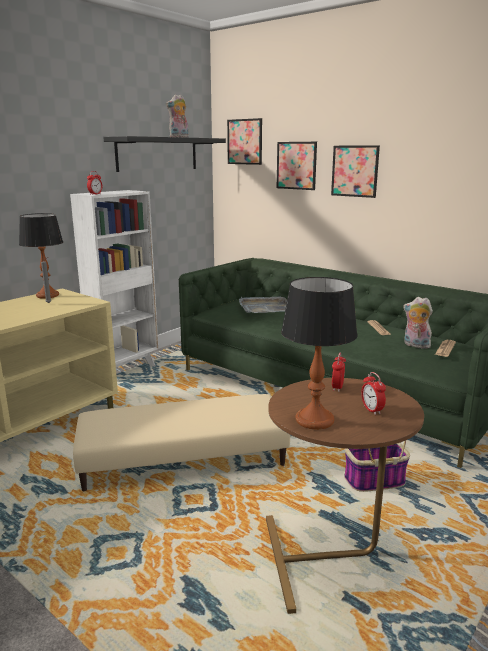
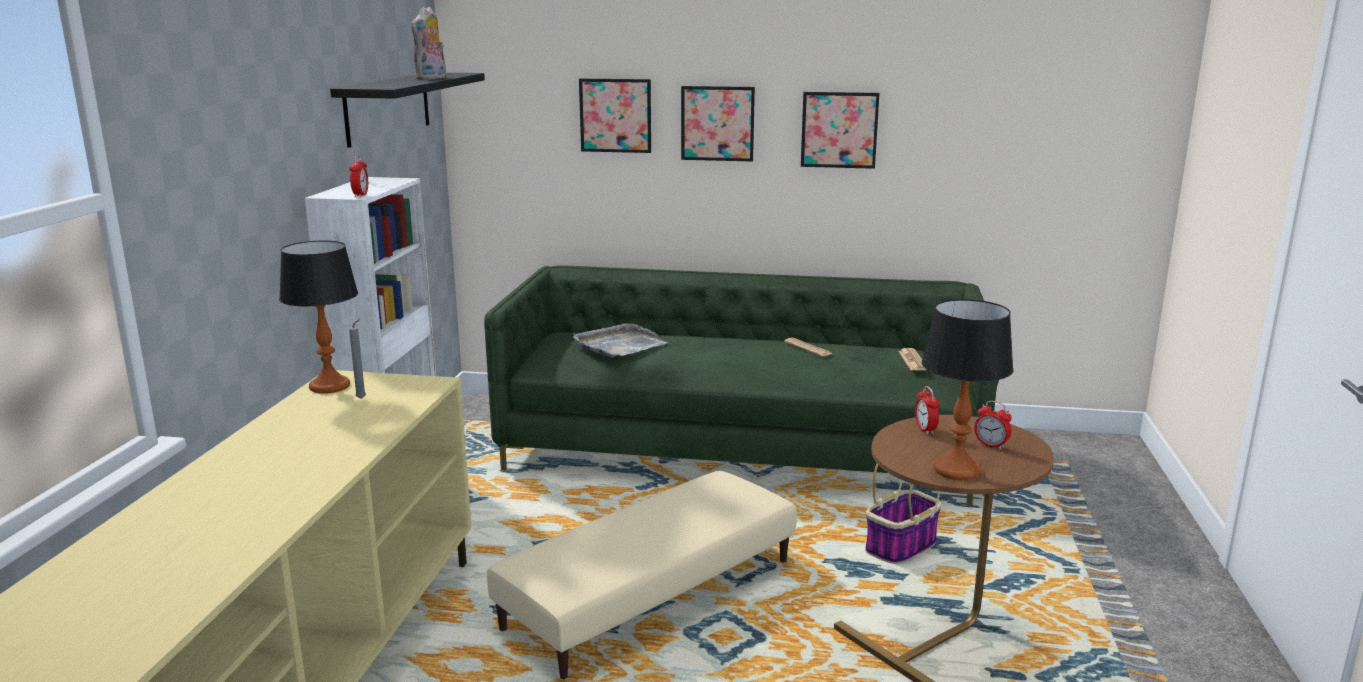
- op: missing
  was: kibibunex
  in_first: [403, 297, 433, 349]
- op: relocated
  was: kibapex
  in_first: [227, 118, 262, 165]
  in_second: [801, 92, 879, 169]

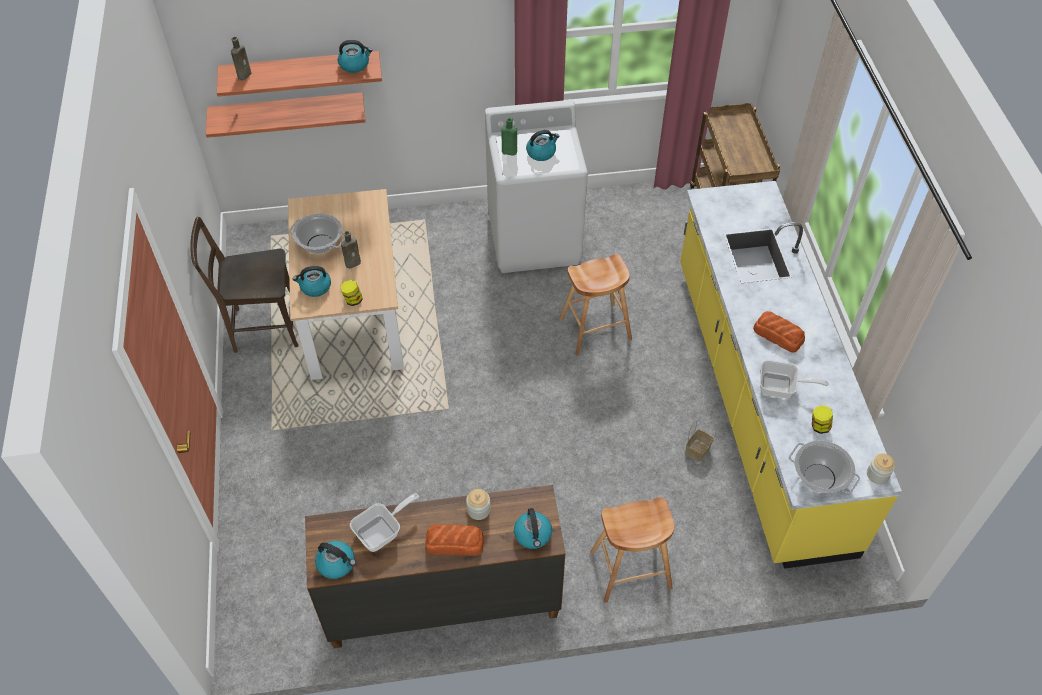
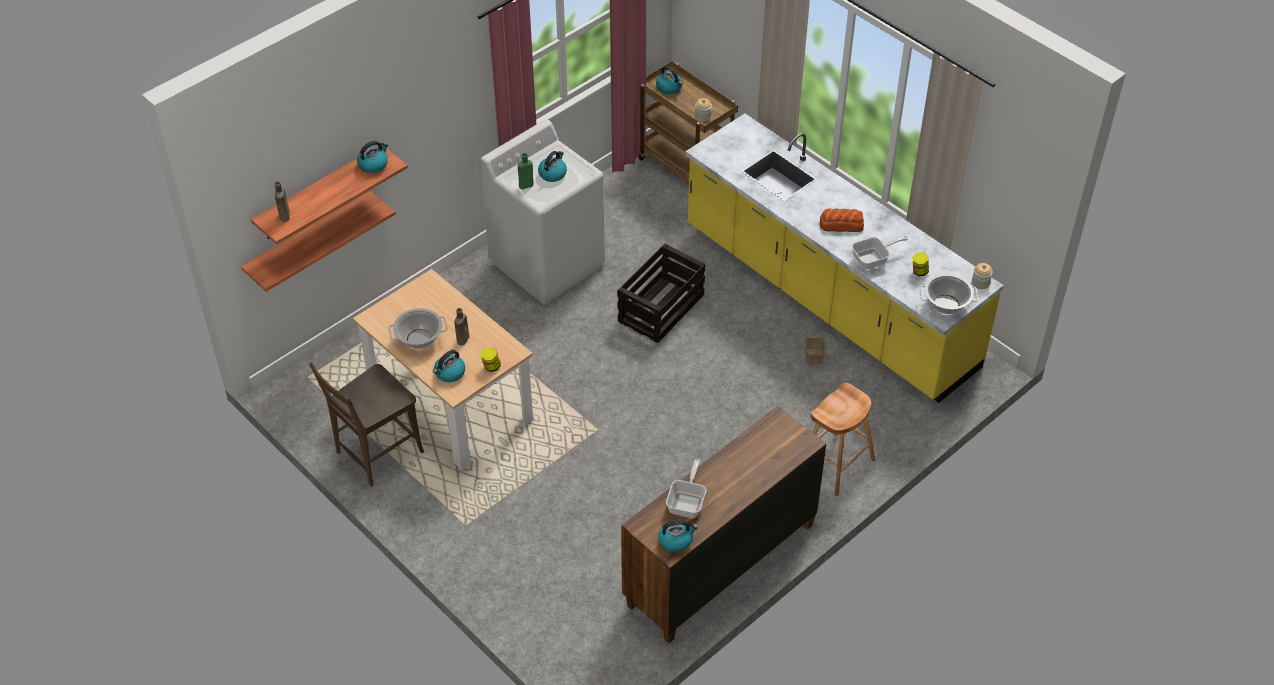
- op: missing
  was: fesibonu
  in_first: [425, 524, 484, 556]
- op: relocated
  was: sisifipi
  in_first: [466, 489, 490, 520]
  in_second: [695, 98, 712, 122]
- op: relocated
  was: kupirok
  in_first: [514, 508, 552, 549]
  in_second: [656, 66, 683, 94]
- op: exchanged
  was: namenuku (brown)
  now: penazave
  in_first: [559, 254, 632, 355]
  in_second: [617, 243, 705, 343]

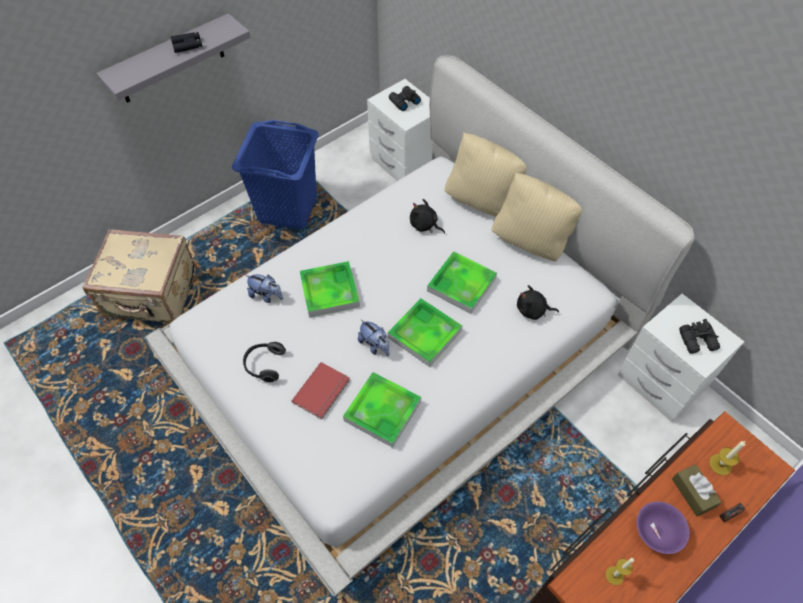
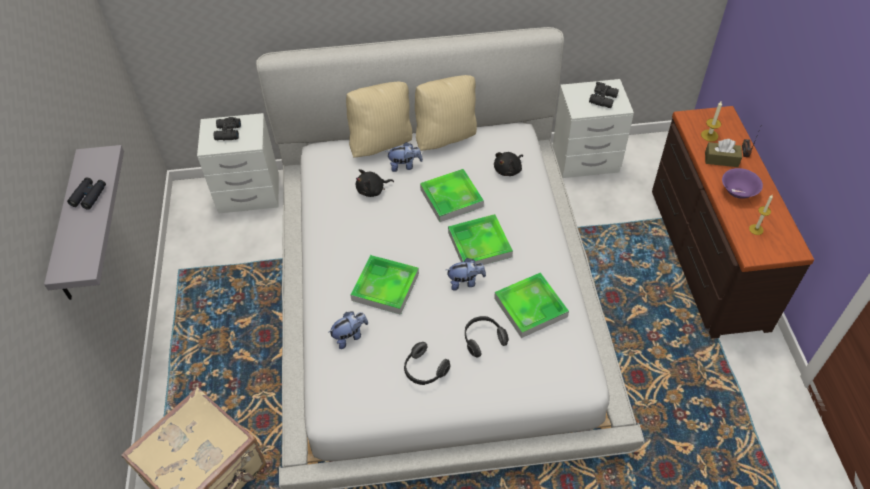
- op: missing
  was: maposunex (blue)
  in_first: [232, 120, 319, 229]
- op: appeared
  now: kibibunex
  in_second: [386, 142, 423, 172]
- op: exchanged
  was: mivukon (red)
  now: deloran
  in_first: [292, 362, 350, 420]
  in_second: [465, 316, 509, 358]

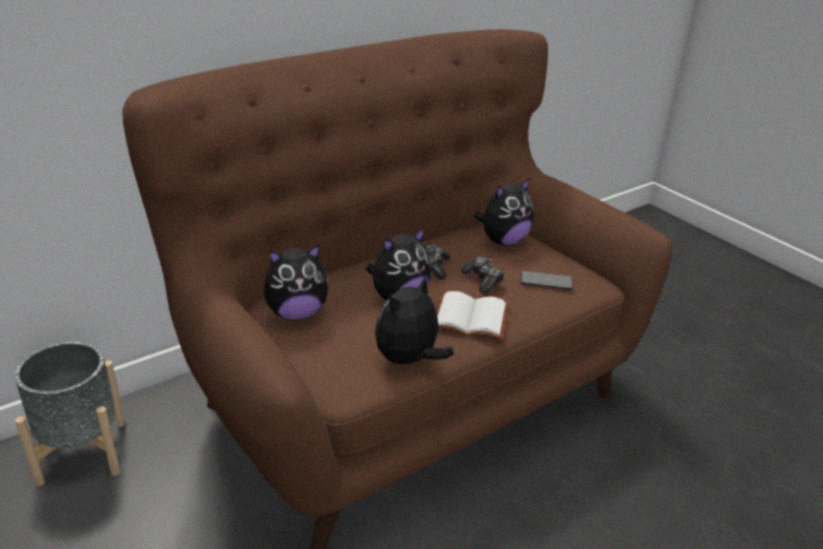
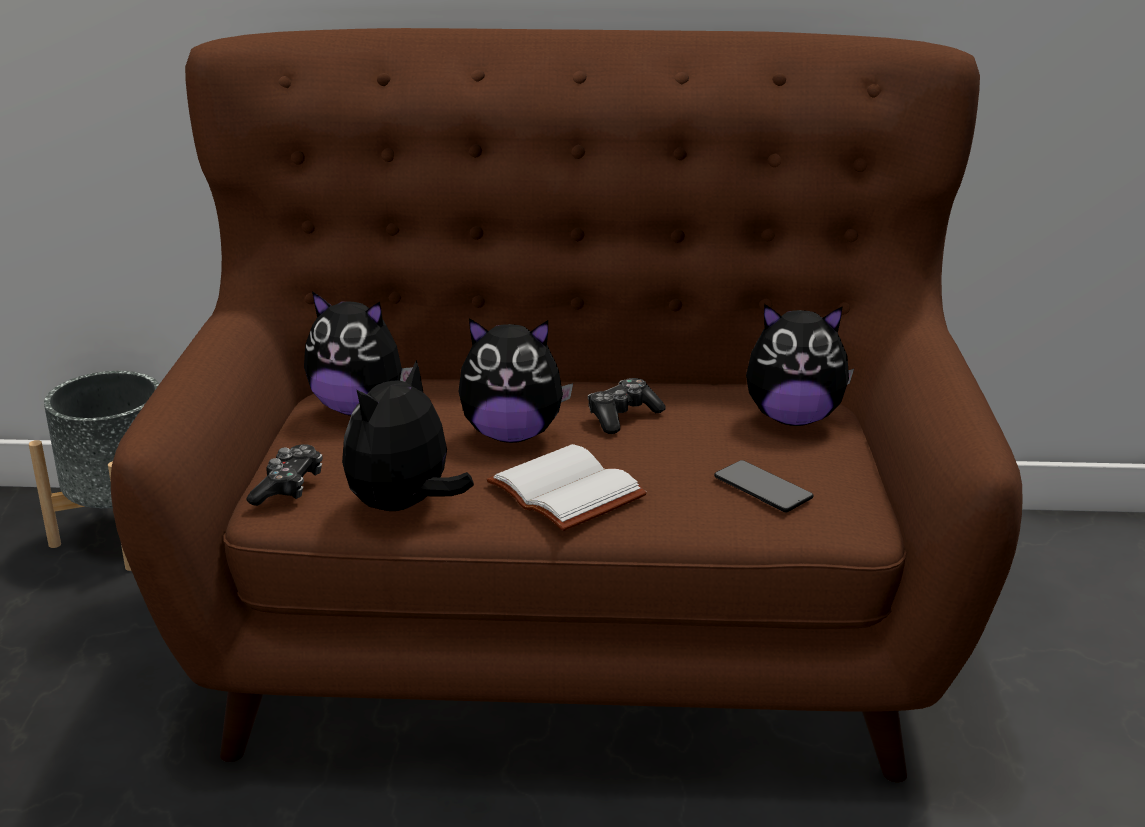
- op: relocated
  was: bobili
  in_first: [461, 256, 504, 293]
  in_second: [246, 444, 322, 506]
- op: spun
  was: kibibunex
  in_first: [375, 275, 454, 366]
  in_second: [342, 360, 474, 511]
  clockwise: -45

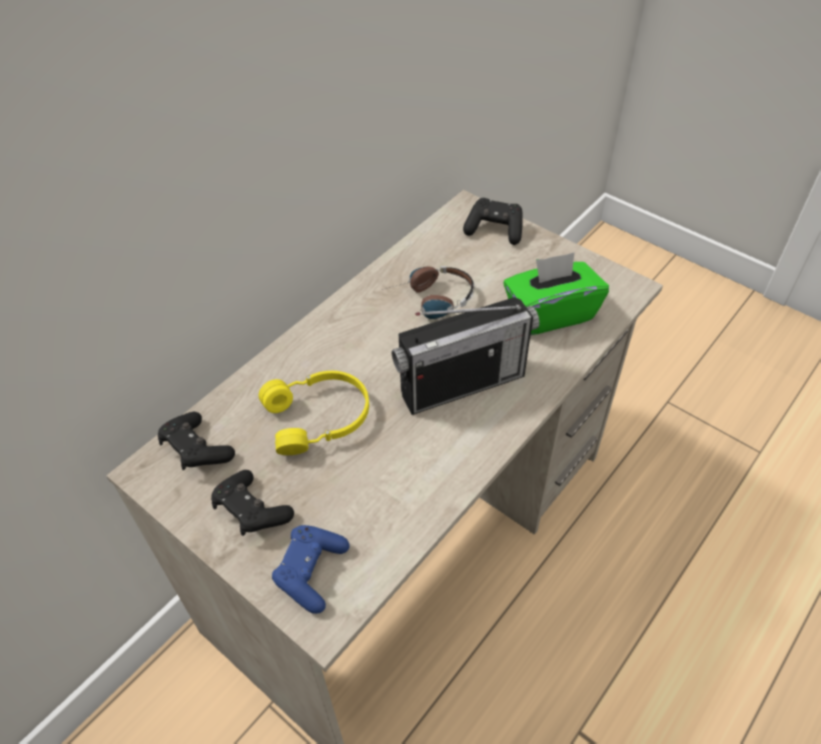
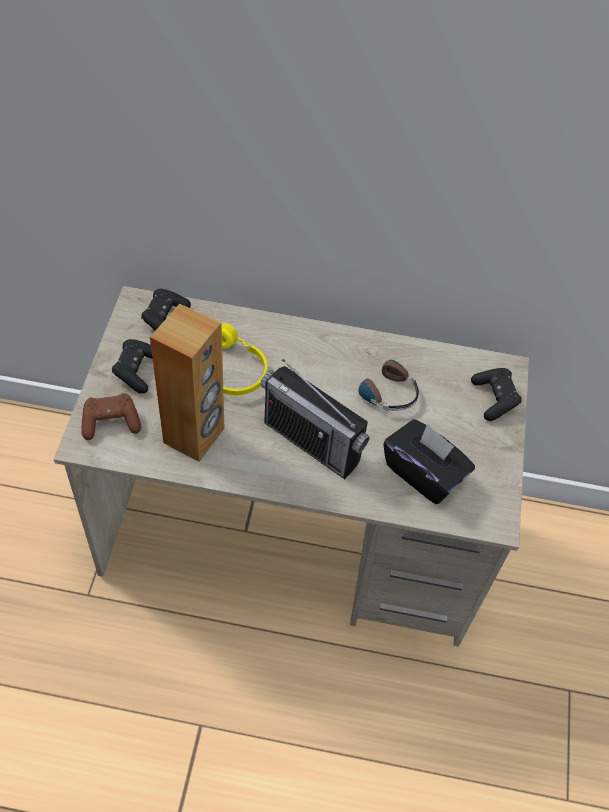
- op: appeared
  now: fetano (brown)
  in_second: [150, 304, 225, 462]
- op: colour
  was: bobili (blue)
  now: bobili (brown)
  in_first: [272, 525, 350, 614]
  in_second: [82, 393, 141, 440]
- op: colour
  was: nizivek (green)
  now: nizivek (black)
  in_first: [503, 252, 609, 335]
  in_second: [383, 419, 475, 504]

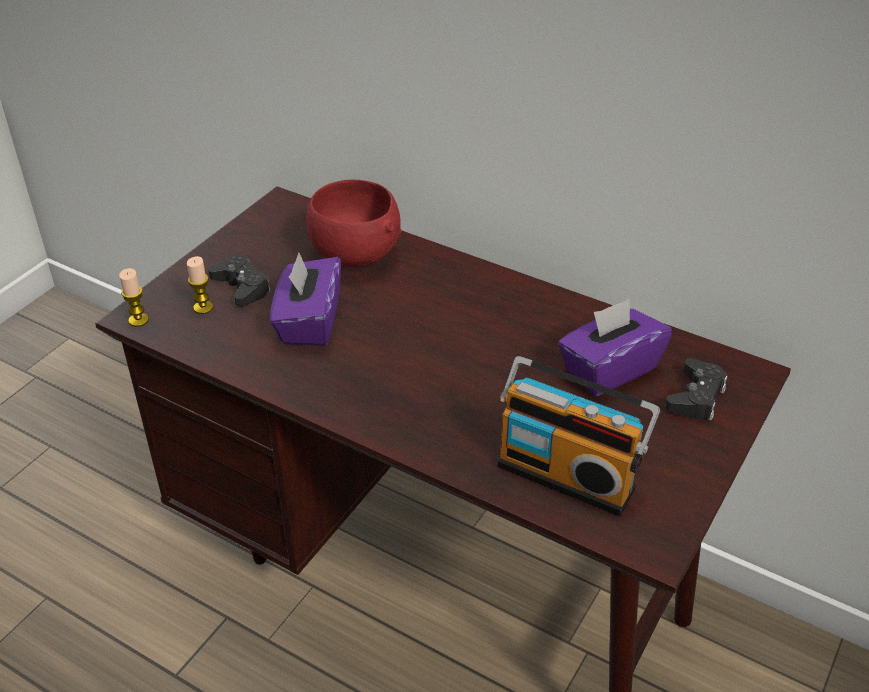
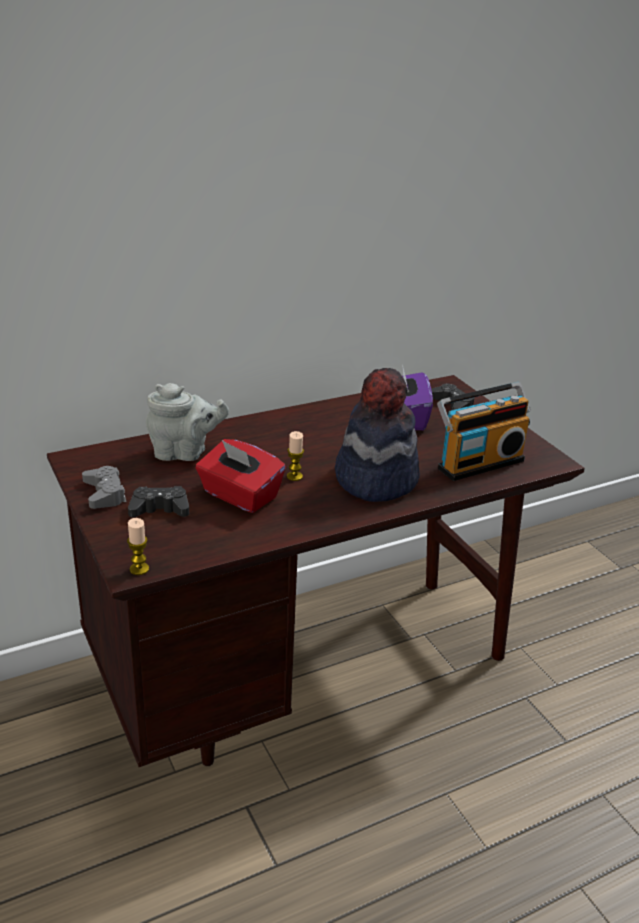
- op: appeared
  now: bobili (grey)
  in_second: [82, 466, 127, 509]
- op: appeared
  now: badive
  in_second: [335, 368, 420, 502]
- op: relocated
  was: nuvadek
  in_first: [187, 256, 213, 314]
  in_second: [287, 431, 304, 481]
- op: exchanged
  was: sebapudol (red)
  now: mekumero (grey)
  in_first: [306, 179, 402, 267]
  in_second: [146, 383, 229, 461]
- op: colour
  was: nizivek (purple)
  now: nizivek (red)
  in_first: [270, 252, 341, 346]
  in_second: [196, 439, 286, 513]

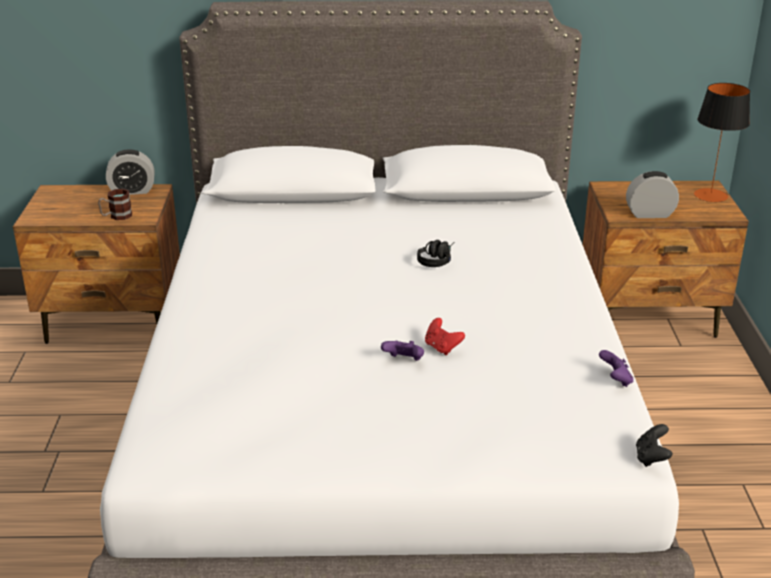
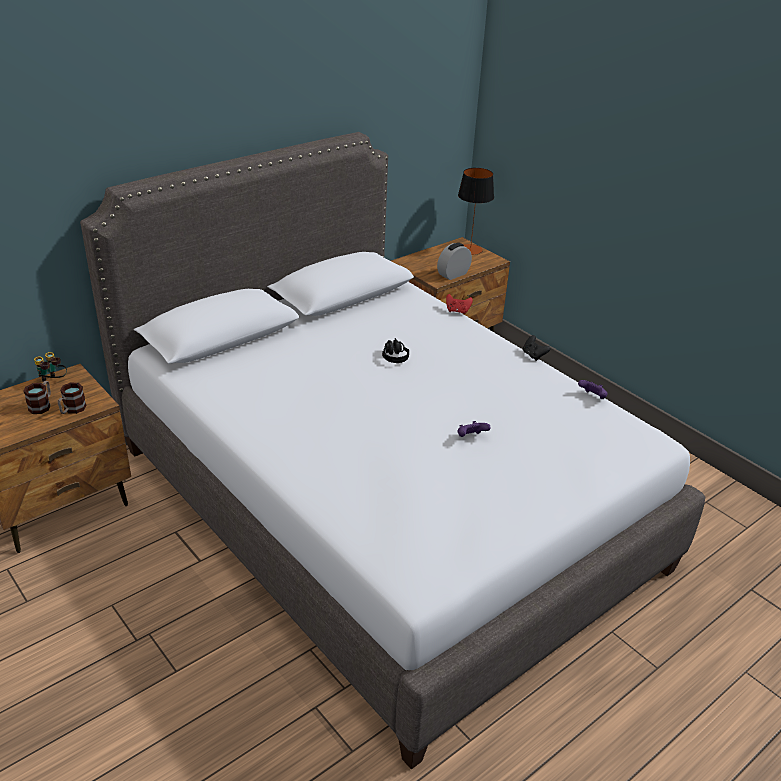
- op: appeared
  now: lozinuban
  in_second: [23, 381, 51, 414]
- op: relocated
  was: bobili (red)
  in_first: [425, 318, 465, 355]
  in_second: [446, 294, 473, 314]
- op: relocated
  was: bobili (black)
  in_first: [636, 424, 672, 467]
  in_second: [523, 335, 551, 361]
- op: exchanged
  was: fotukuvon
  now: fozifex
  in_first: [106, 150, 155, 195]
  in_second: [34, 352, 67, 382]

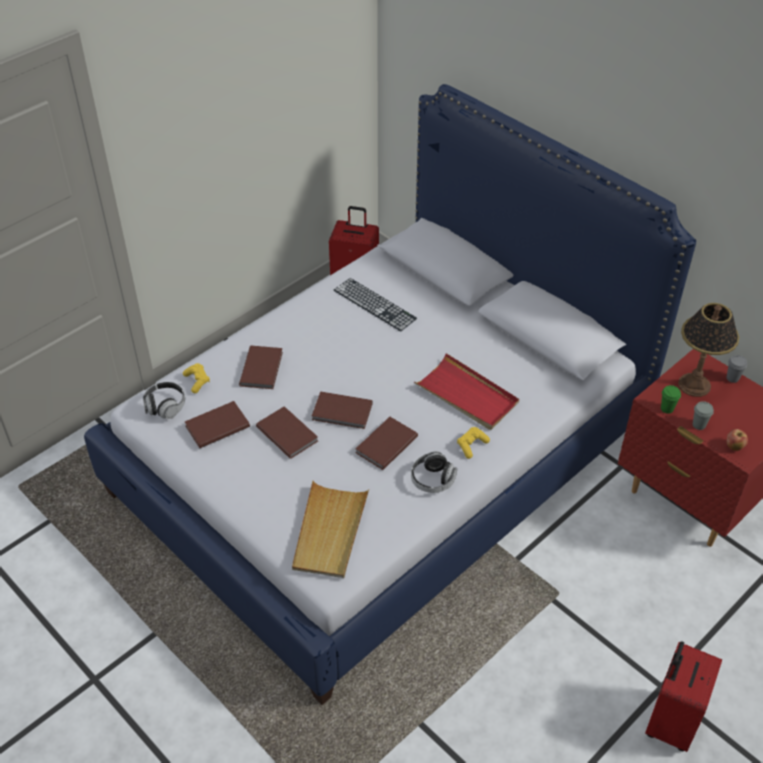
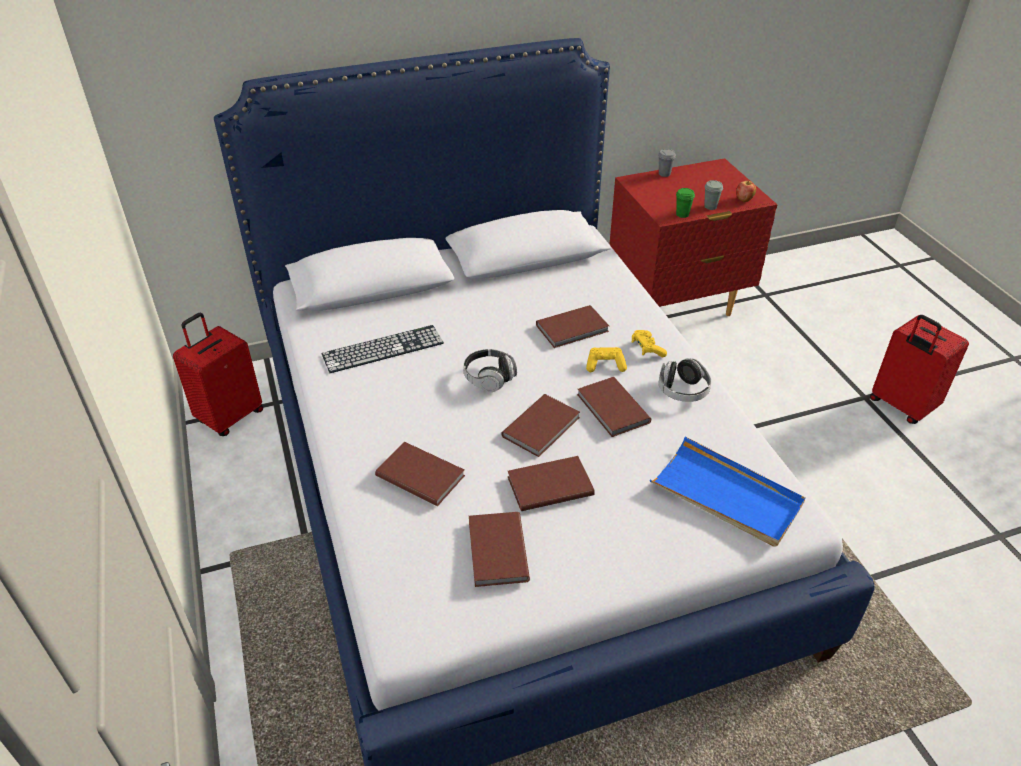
- op: missing
  was: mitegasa
  in_first: [678, 303, 739, 397]
- op: relocated
  was: deloran
  in_first: [143, 382, 185, 419]
  in_second: [463, 349, 517, 392]
- op: relocated
  was: bobili (yellow)
  in_first: [183, 363, 210, 393]
  in_second: [586, 347, 627, 372]
- op: exchanged
  was: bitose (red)
  now: mivukon (brown)
  in_first: [414, 353, 519, 430]
  in_second: [536, 305, 609, 348]
- op: colour
  was: bitose (beige)
  now: bitose (blue)
  in_first: [292, 481, 369, 578]
  in_second: [650, 437, 805, 547]

